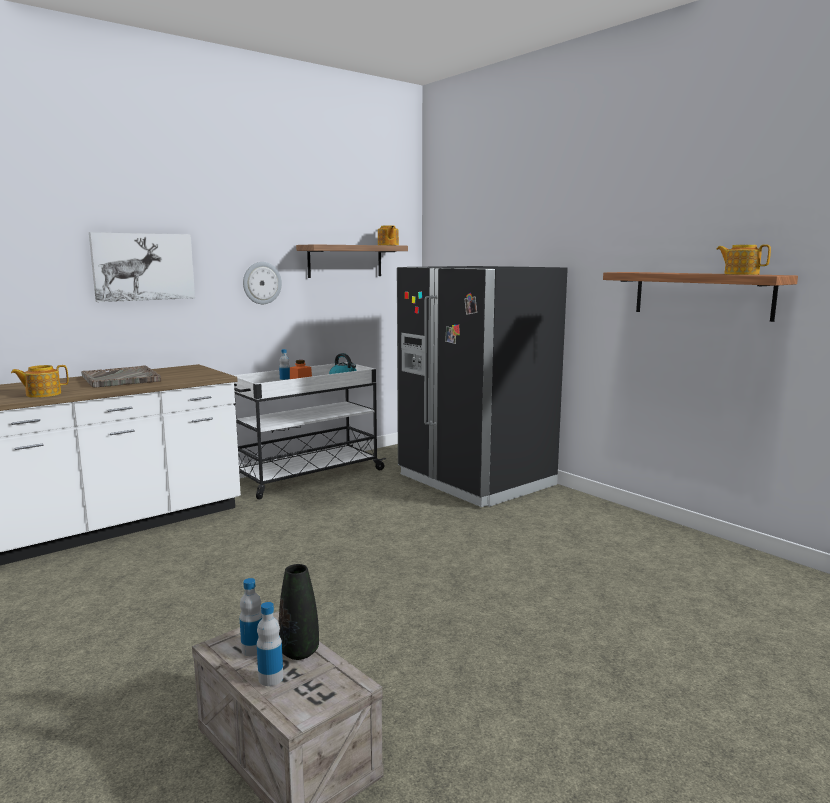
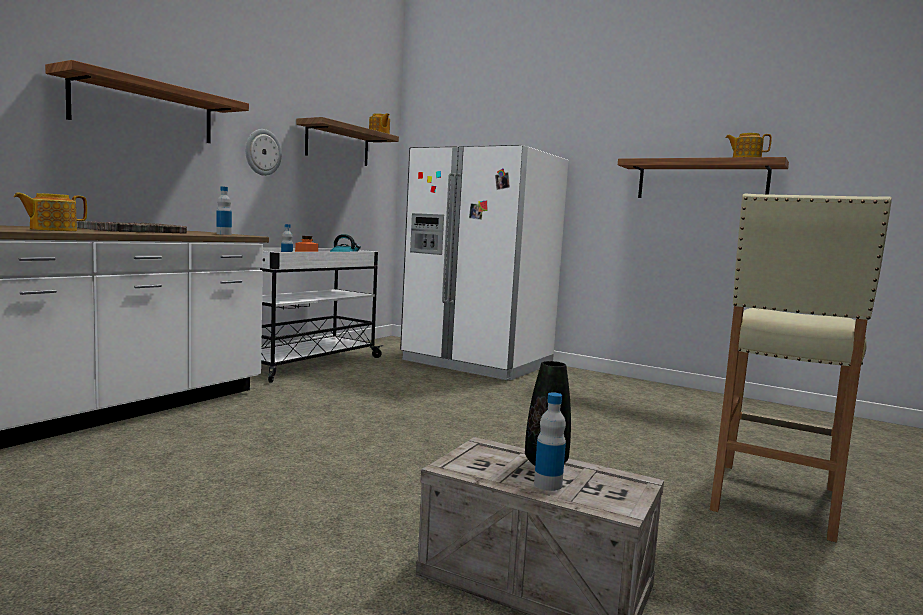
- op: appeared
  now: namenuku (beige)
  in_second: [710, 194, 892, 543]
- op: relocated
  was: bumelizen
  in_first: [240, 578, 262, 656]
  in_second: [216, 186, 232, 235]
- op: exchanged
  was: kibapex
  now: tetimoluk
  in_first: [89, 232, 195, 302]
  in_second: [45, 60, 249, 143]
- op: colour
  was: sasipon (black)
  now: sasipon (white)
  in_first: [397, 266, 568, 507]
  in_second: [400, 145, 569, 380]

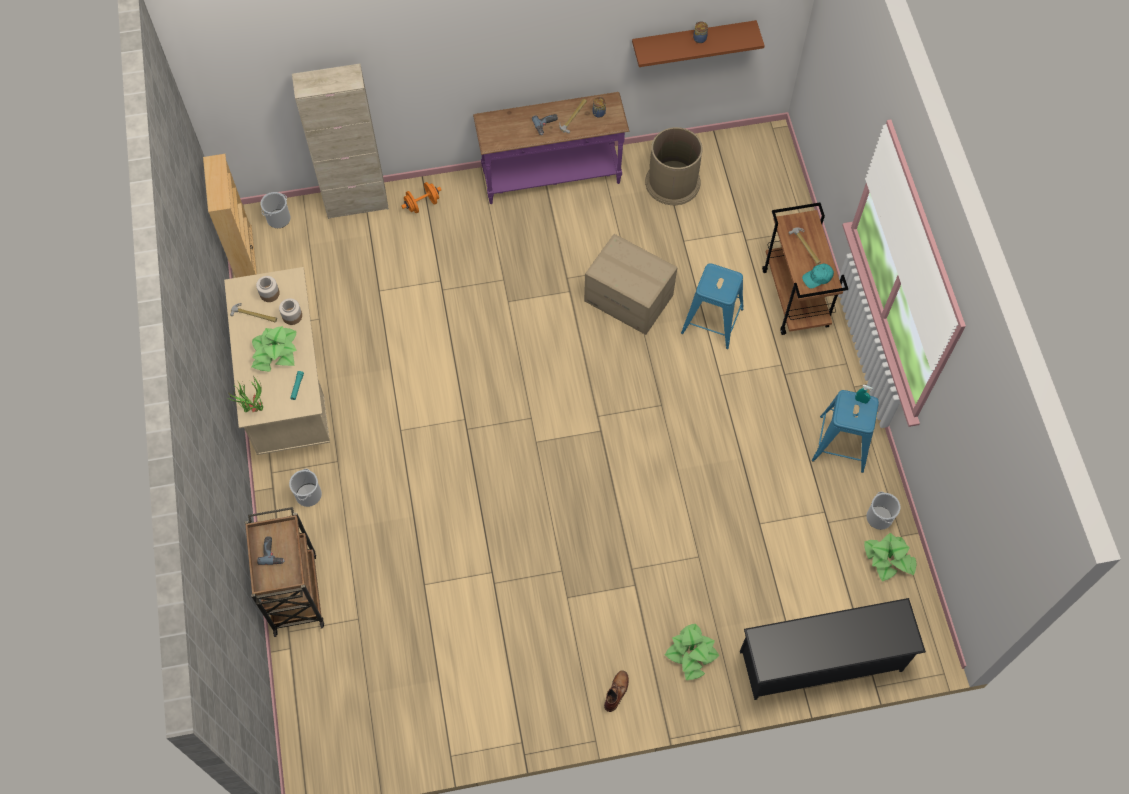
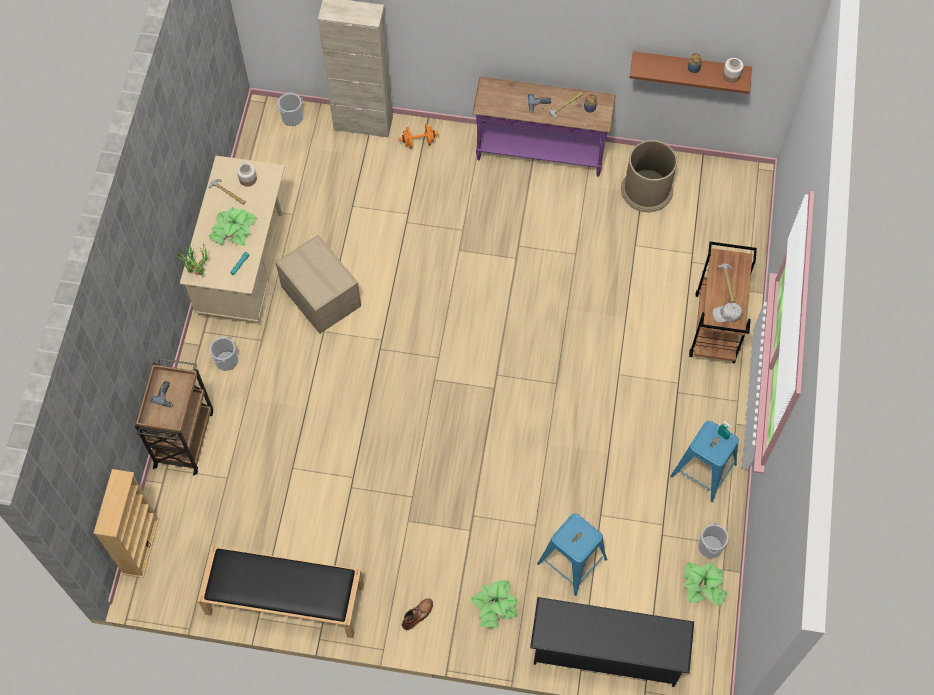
- op: appeared
  now: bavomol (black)
  in_second: [198, 546, 364, 638]
- op: relocated
  was: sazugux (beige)
  in_first: [203, 154, 257, 278]
  in_second: [93, 469, 160, 578]
- op: relocated
  was: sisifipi
  in_first: [279, 298, 302, 325]
  in_second: [723, 58, 744, 83]
- op: relocated
  was: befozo
  in_first: [584, 234, 677, 335]
  in_second: [276, 235, 361, 334]
- op: relocated
  was: namenuku (blue)
  in_first: [681, 263, 744, 349]
  in_second: [537, 513, 607, 596]
- op: colour
  was: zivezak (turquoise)
  now: zivezak (white)
  in_first: [802, 263, 834, 288]
  in_second: [713, 303, 743, 322]

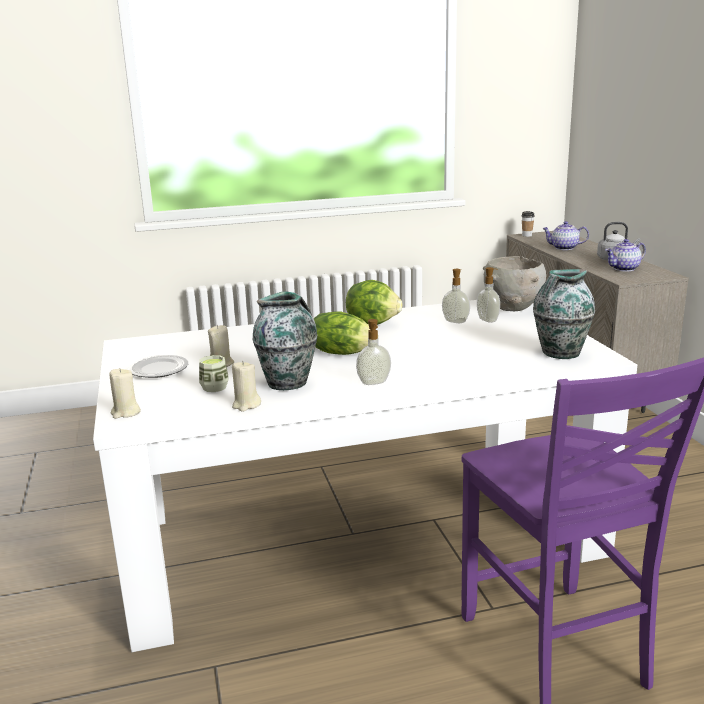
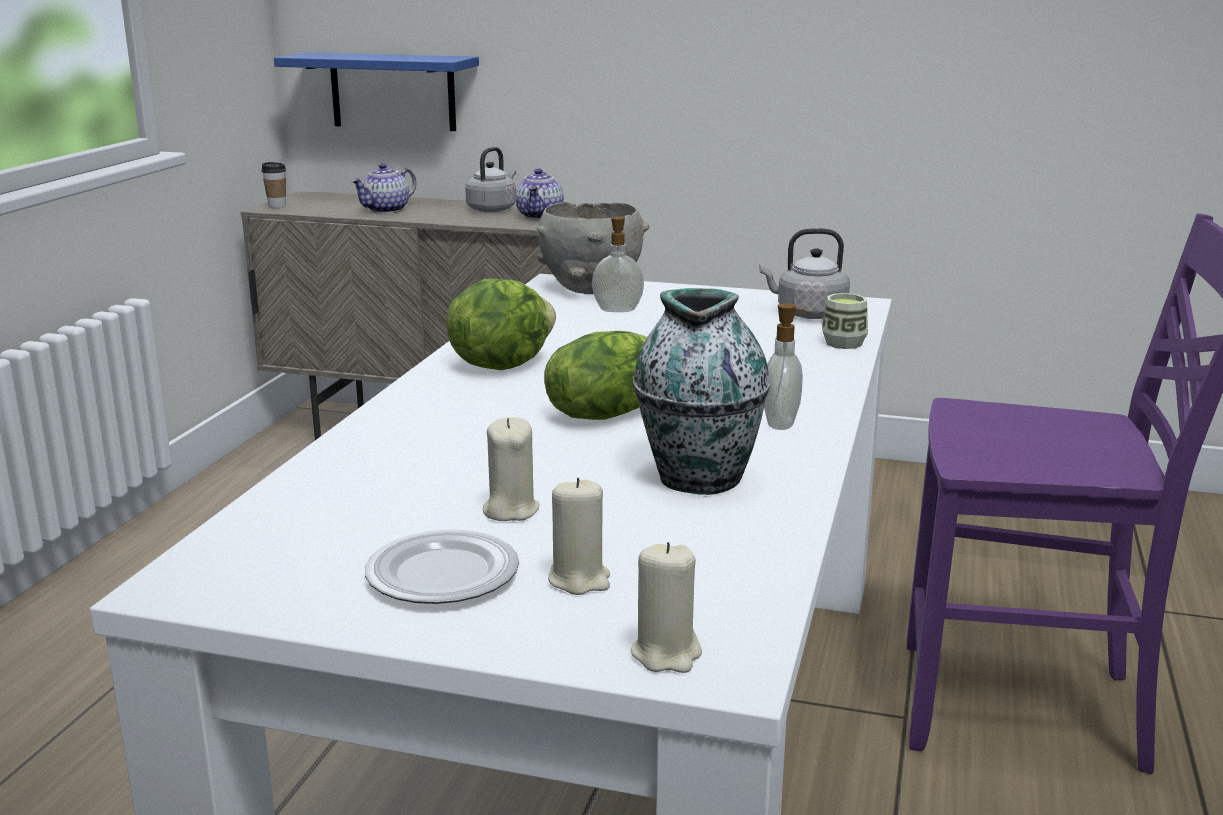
- op: missing
  was: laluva
  in_first: [442, 269, 470, 323]
- op: appeared
  now: tetimoluk (blue)
  in_second: [274, 52, 479, 131]
- op: relocated
  was: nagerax
  in_first: [199, 355, 229, 392]
  in_second: [822, 293, 868, 349]
- op: relocated
  was: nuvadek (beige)
  in_first: [232, 361, 261, 412]
  in_second: [548, 478, 610, 595]
- op: exchanged
  was: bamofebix
  now: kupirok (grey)
  in_first: [533, 269, 595, 359]
  in_second: [759, 228, 850, 319]

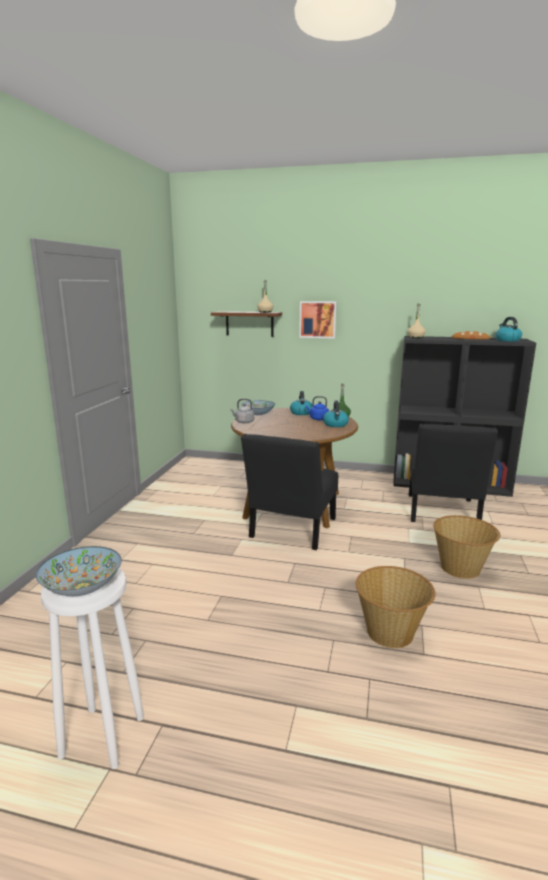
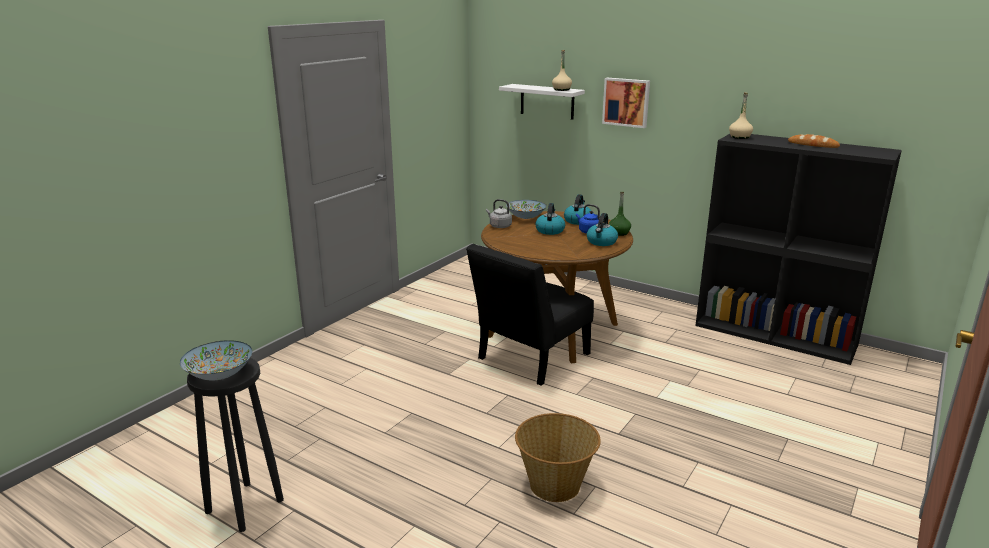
- op: missing
  was: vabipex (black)
  in_first: [409, 424, 498, 522]
- op: missing
  was: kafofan
  in_first: [433, 515, 501, 579]
- op: relocated
  was: kupirok
  in_first: [495, 317, 522, 342]
  in_second: [536, 203, 565, 235]
- op: colour
  was: namenuku (white)
  now: namenuku (black)
  in_first: [41, 568, 144, 769]
  in_second: [187, 358, 284, 532]
- op: colour
  was: tetimoluk (brown)
  now: tetimoluk (white)
  in_first: [211, 311, 282, 337]
  in_second: [499, 84, 585, 120]

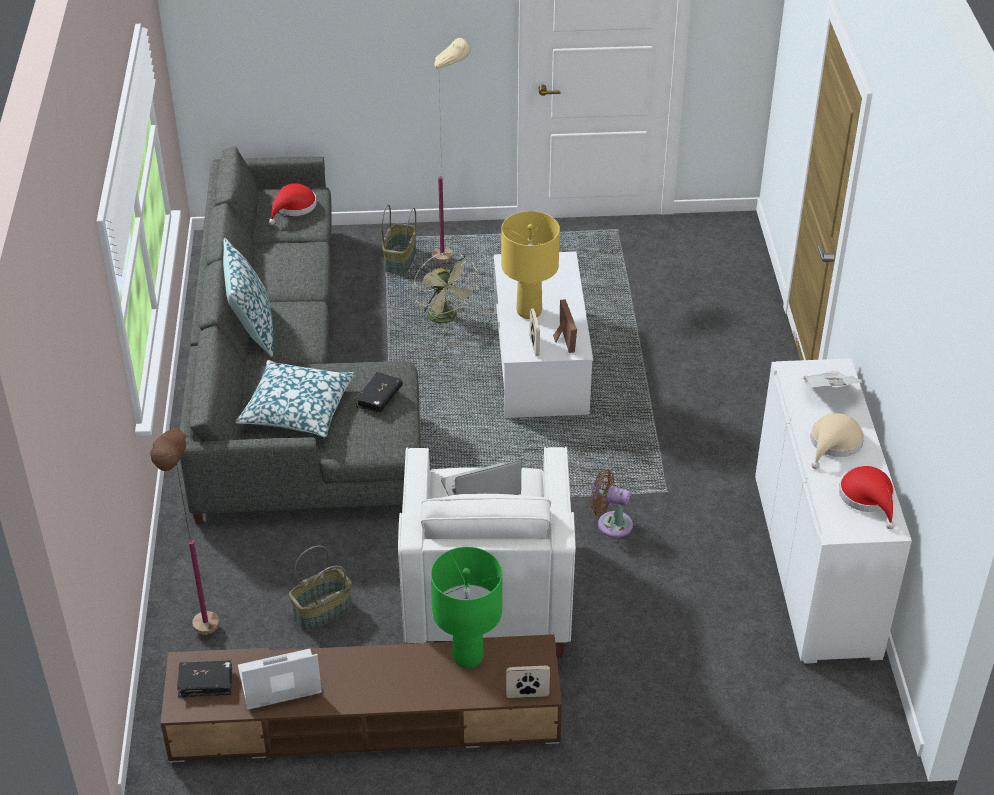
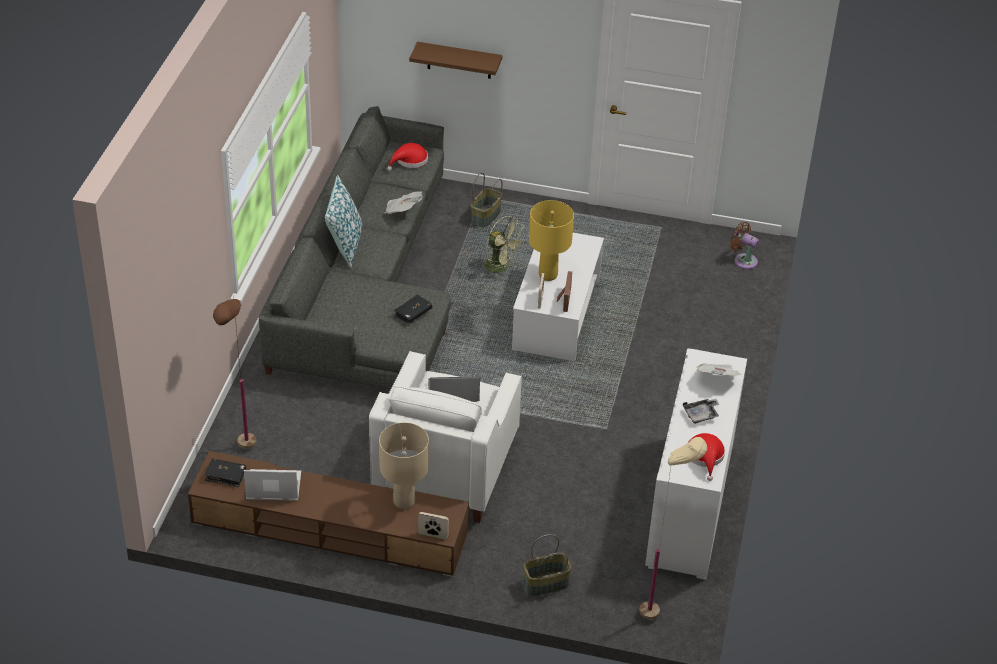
- op: missing
  was: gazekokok
  in_first: [235, 360, 355, 437]
- op: appeared
  now: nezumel
  in_second: [384, 191, 423, 214]
- op: appeared
  now: tetimoluk (brown)
  in_second: [409, 42, 502, 79]
- op: relocated
  was: kafofan
  in_first: [289, 546, 352, 631]
  in_second: [523, 534, 572, 596]
- op: relocated
  was: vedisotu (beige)
  in_first: [432, 38, 471, 263]
  in_second: [639, 437, 707, 620]
- op: relocated
  was: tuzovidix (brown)
  in_first: [590, 469, 633, 538]
  in_second: [730, 222, 759, 269]
- op: exchanged
  was: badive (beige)
  now: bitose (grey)
  in_first: [811, 413, 864, 469]
  in_second: [683, 399, 720, 424]
- op: colour
  was: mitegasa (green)
  now: mitegasa (beige)
  in_first: [431, 547, 502, 668]
  in_second: [379, 422, 429, 509]
- op: spun
  was: tuzovidix (green)
  in_first: [413, 252, 479, 328]
  in_second: [485, 216, 524, 273]
  clockwise: -45

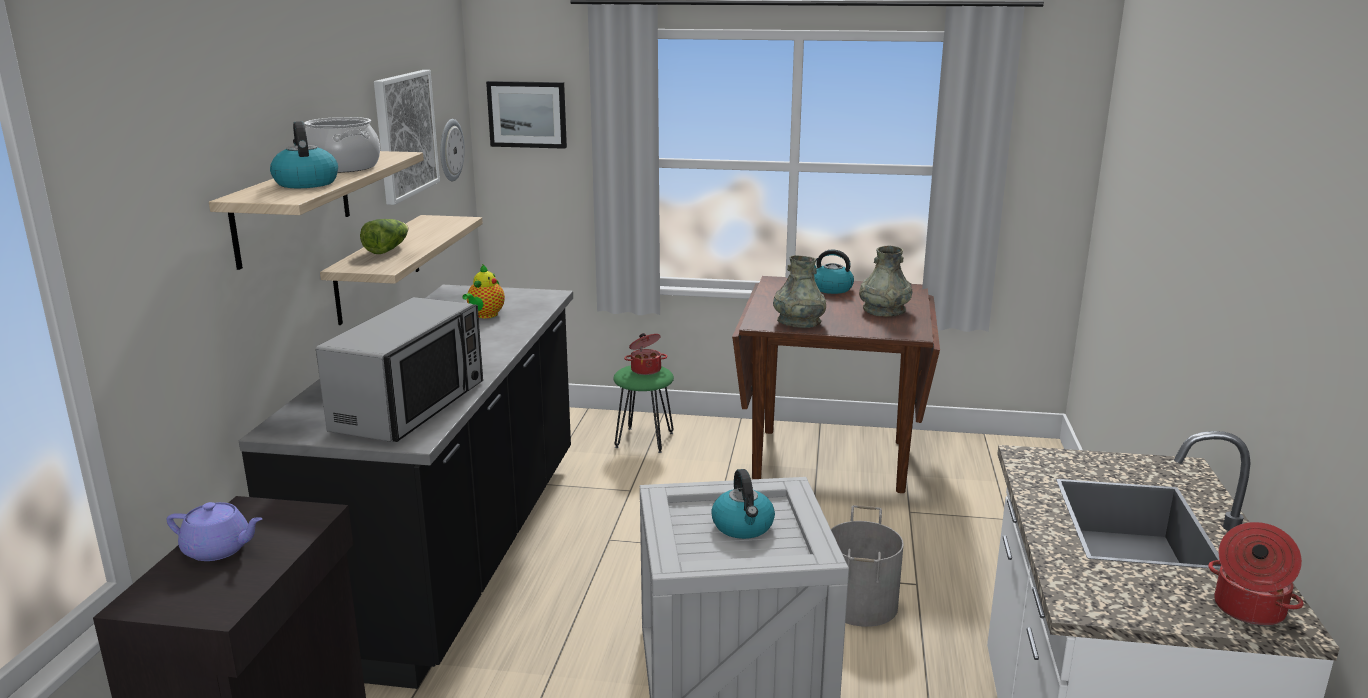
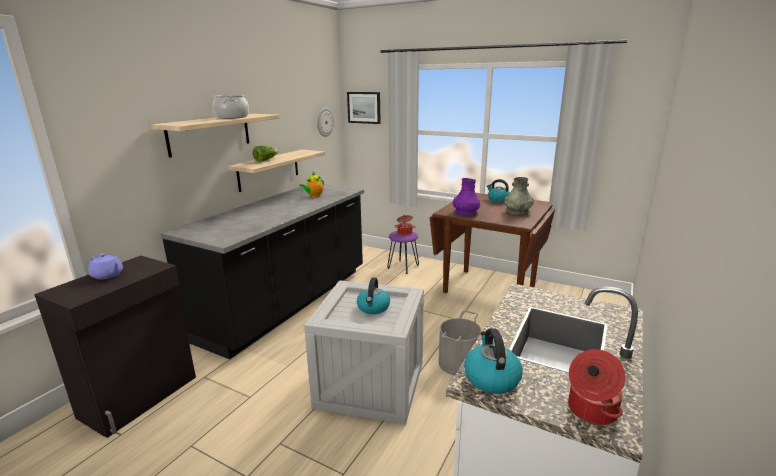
- op: missing
  was: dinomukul
  in_first: [316, 297, 483, 442]
- op: missing
  was: kibapex
  in_first: [374, 70, 440, 205]
- op: relocated
  was: kupirok
  in_first: [270, 121, 338, 188]
  in_second: [464, 328, 523, 394]
- op: colour
  was: namenuku (green)
  now: namenuku (purple)
  in_first: [613, 365, 674, 453]
  in_second: [387, 231, 419, 274]
- op: colour
  was: bamofebix (grey)
  now: bamofebix (purple)
  in_first: [773, 255, 826, 328]
  in_second: [453, 178, 480, 216]

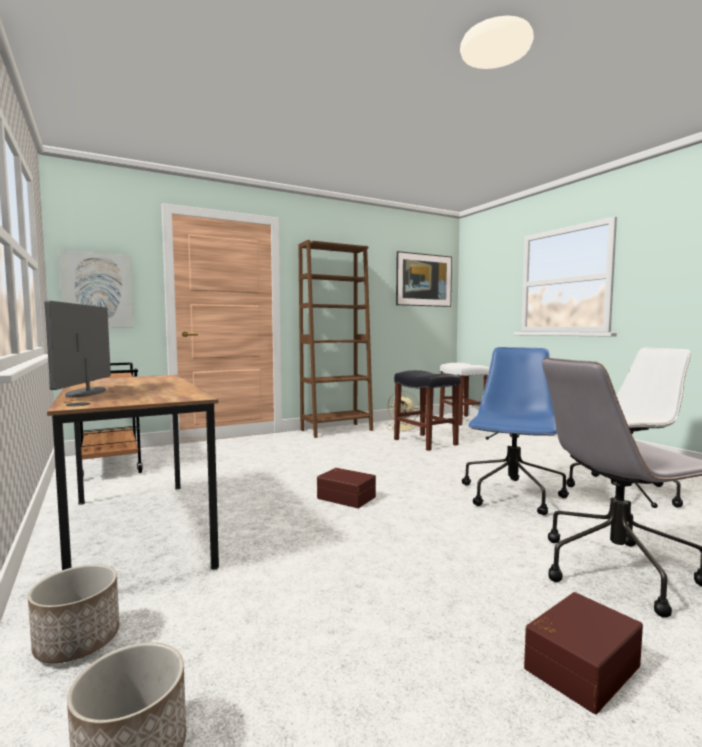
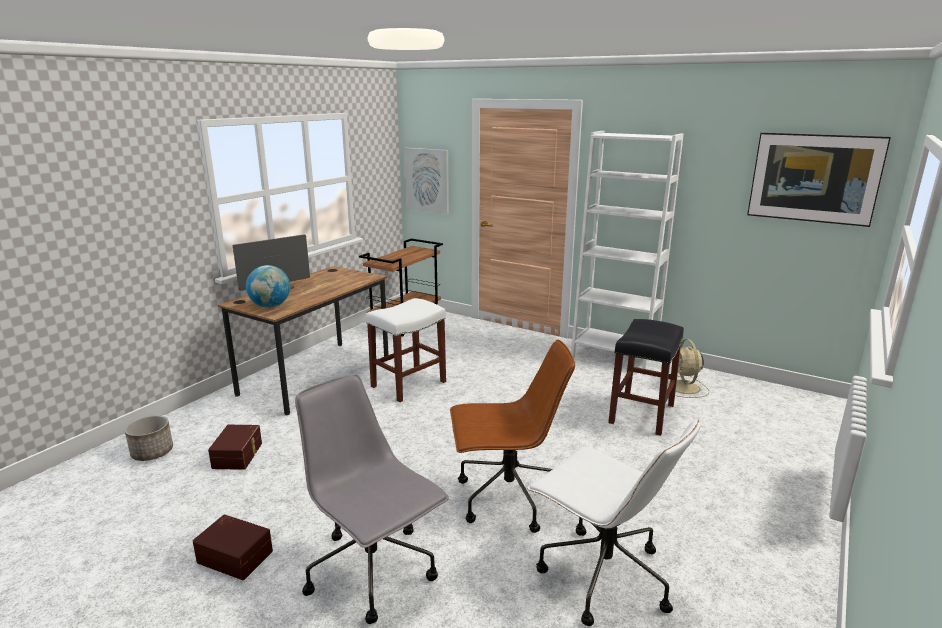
- op: missing
  was: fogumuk
  in_first: [28, 564, 119, 663]
- op: appeared
  now: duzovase
  in_second: [246, 265, 290, 308]
- op: relocated
  was: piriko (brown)
  in_first: [317, 468, 376, 508]
  in_second: [208, 425, 262, 470]
- op: relocated
  was: namenuku (white)
  in_first: [439, 363, 490, 425]
  in_second: [366, 298, 446, 402]
- op: colour
  was: sazugux (brown)
  now: sazugux (white)
  in_first: [299, 240, 373, 438]
  in_second: [571, 131, 684, 375]
- op: colour
  was: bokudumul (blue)
  now: bokudumul (brown)
  in_first: [462, 347, 569, 515]
  in_second: [450, 339, 575, 533]

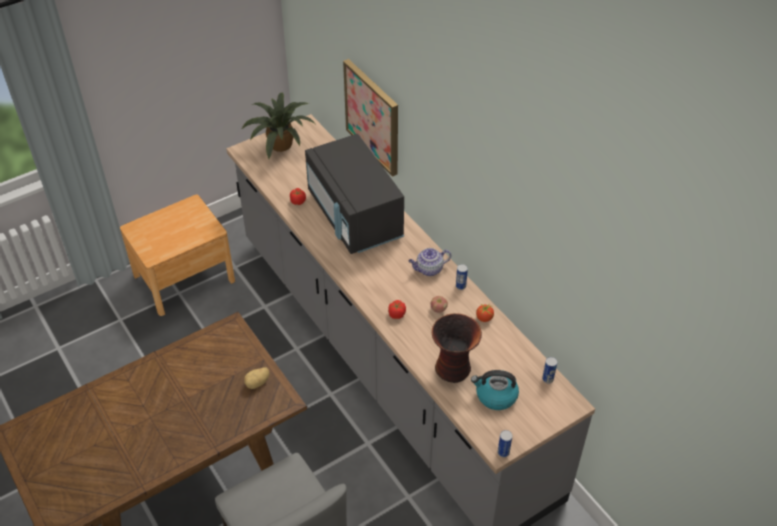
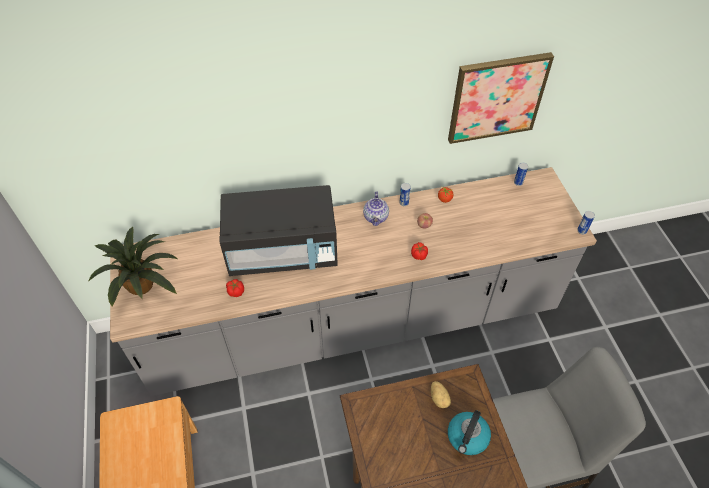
- op: missing
  was: bamofebix
  in_first: [432, 313, 482, 383]
- op: relocated
  was: kibapex
  in_first: [343, 59, 398, 177]
  in_second: [448, 52, 554, 144]
- op: relocated
  was: kupirok
  in_first: [471, 370, 519, 410]
  in_second: [448, 410, 491, 455]

